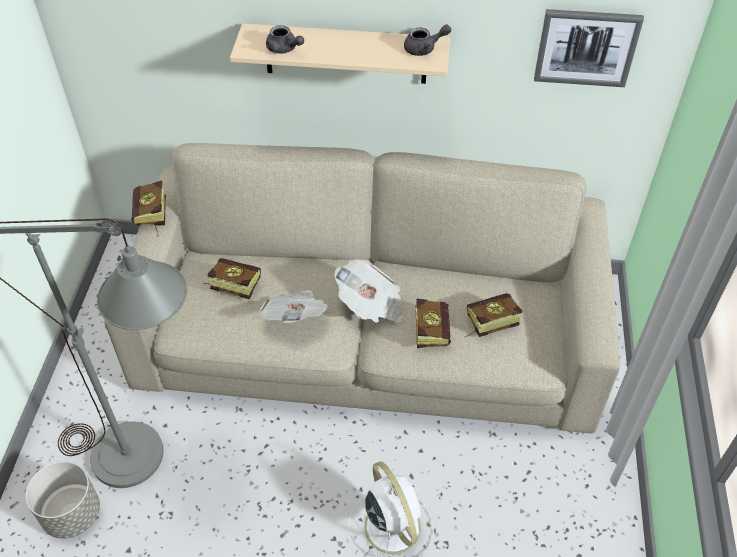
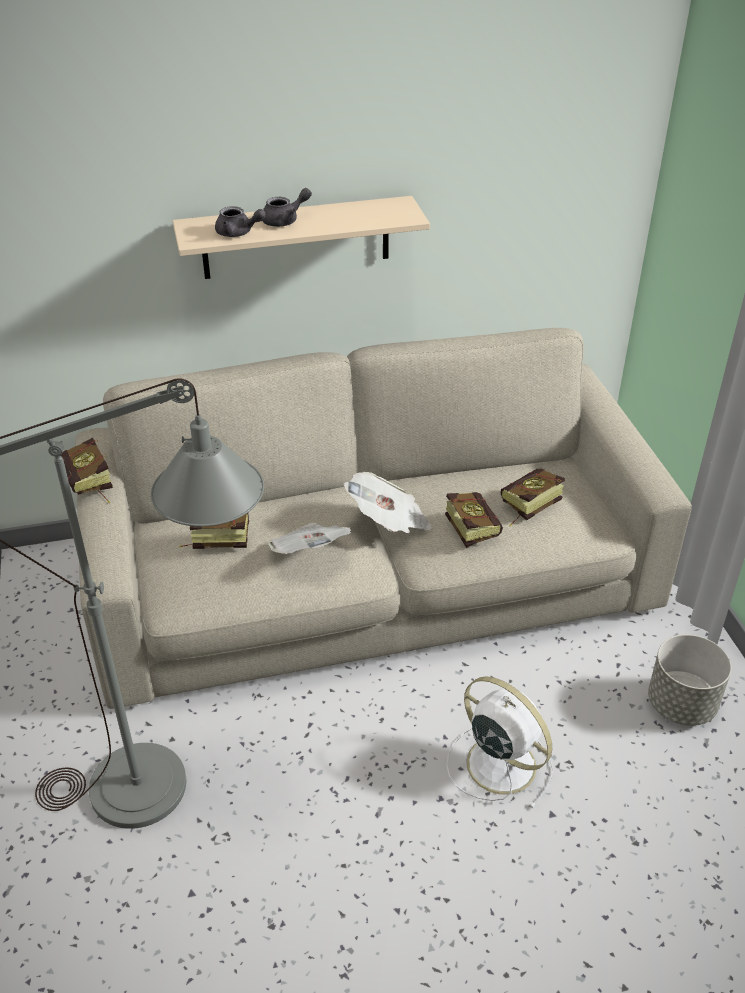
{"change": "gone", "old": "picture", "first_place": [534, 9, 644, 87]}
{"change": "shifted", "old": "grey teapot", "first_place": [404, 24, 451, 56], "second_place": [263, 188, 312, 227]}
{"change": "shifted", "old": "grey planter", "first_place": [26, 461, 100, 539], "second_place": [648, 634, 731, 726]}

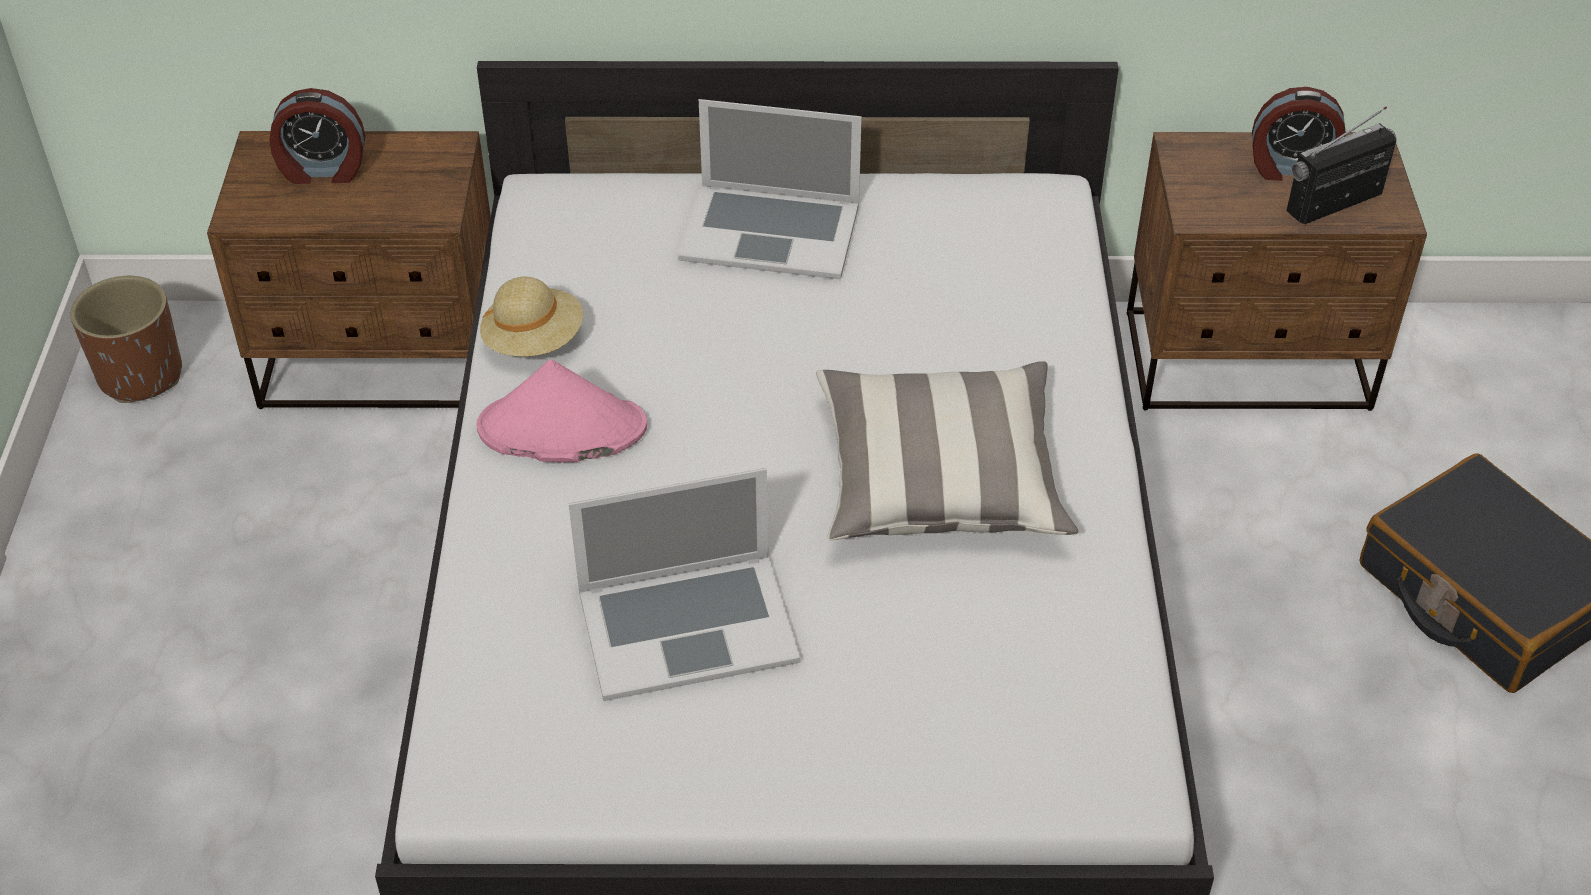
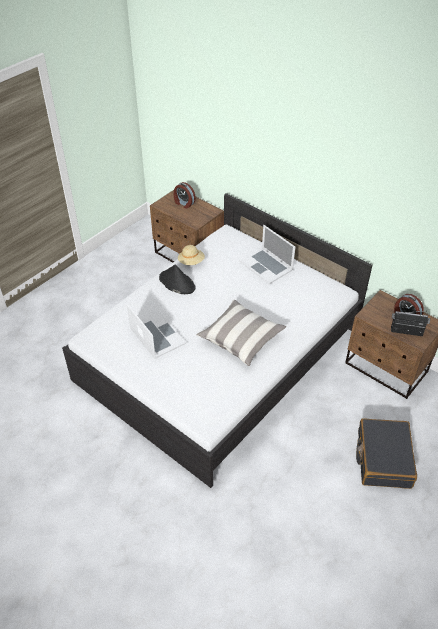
{"change": "gone", "old": "brown planter", "first_place": [70, 276, 182, 403]}
{"change": "repainted", "old": "pink hat", "new": "black hat", "first_place": [476, 360, 647, 463], "second_place": [159, 265, 196, 294]}
{"change": "rotated", "old": "laptop", "first_place": [568, 468, 801, 701], "second_place": [127, 304, 186, 359], "degrees": -150}

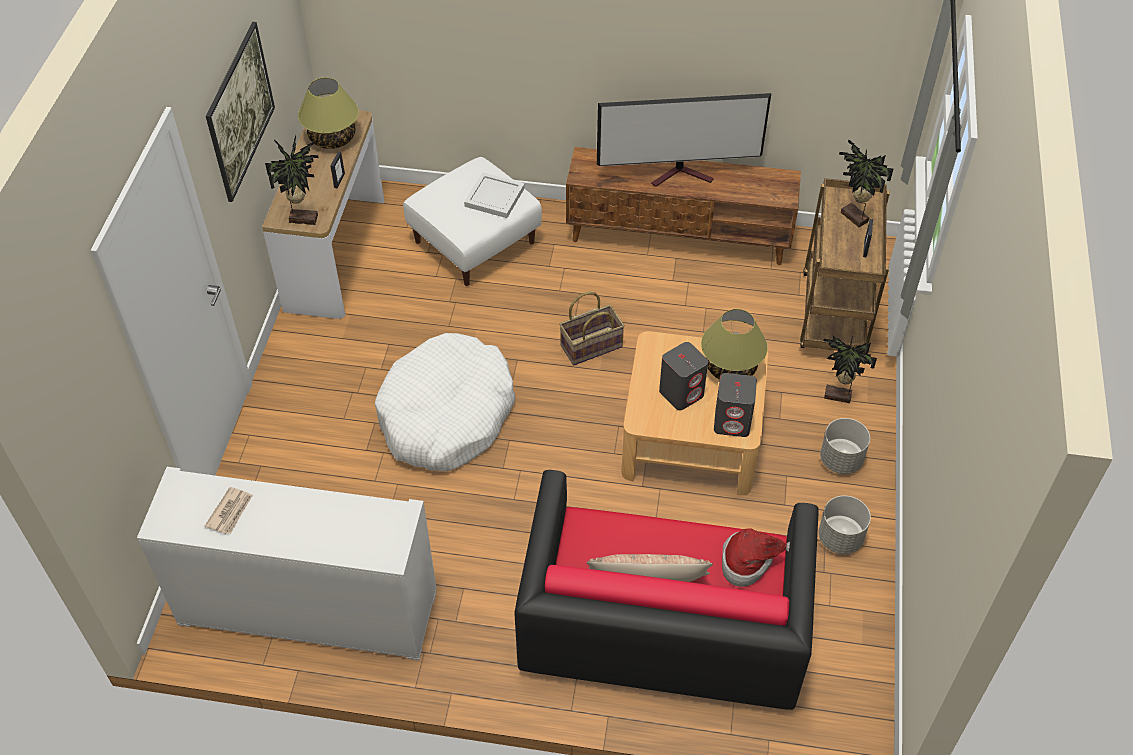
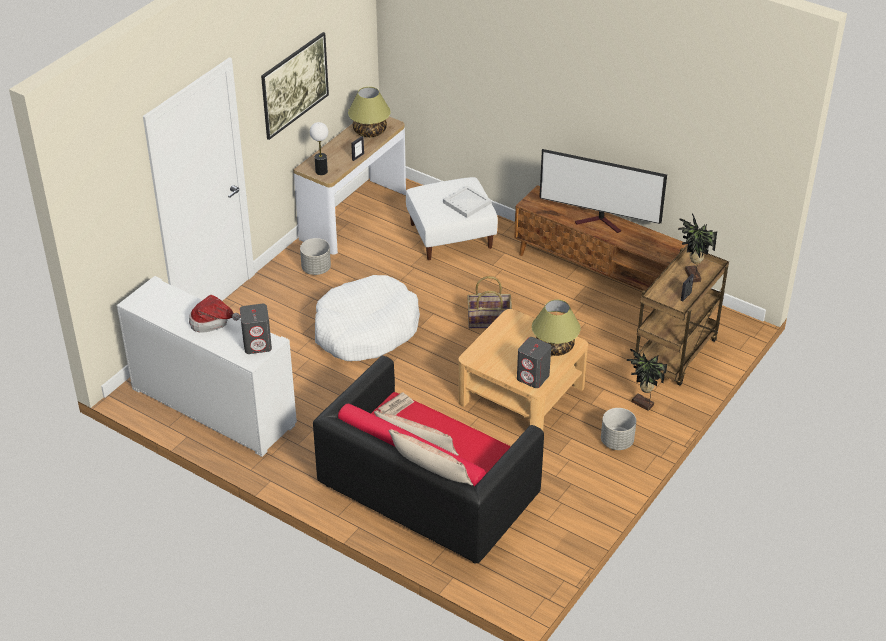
{"change": "swapped", "old": "potted plant", "new": "table lamp", "first_place": [265, 135, 319, 225], "second_place": [310, 122, 328, 175]}
{"change": "shifted", "old": "grey speaker", "first_place": [659, 342, 708, 410], "second_place": [240, 304, 272, 354]}
{"change": "shifted", "old": "newspaper", "first_place": [204, 487, 253, 534], "second_place": [378, 392, 414, 415]}
{"change": "shifted", "old": "grey planter", "first_place": [819, 496, 871, 554], "second_place": [300, 238, 331, 275]}
{"change": "shifted", "old": "hat", "first_place": [722, 529, 790, 587], "second_place": [189, 295, 240, 333]}
{"change": "new", "new": "pillow", "second_place": [388, 429, 473, 485]}

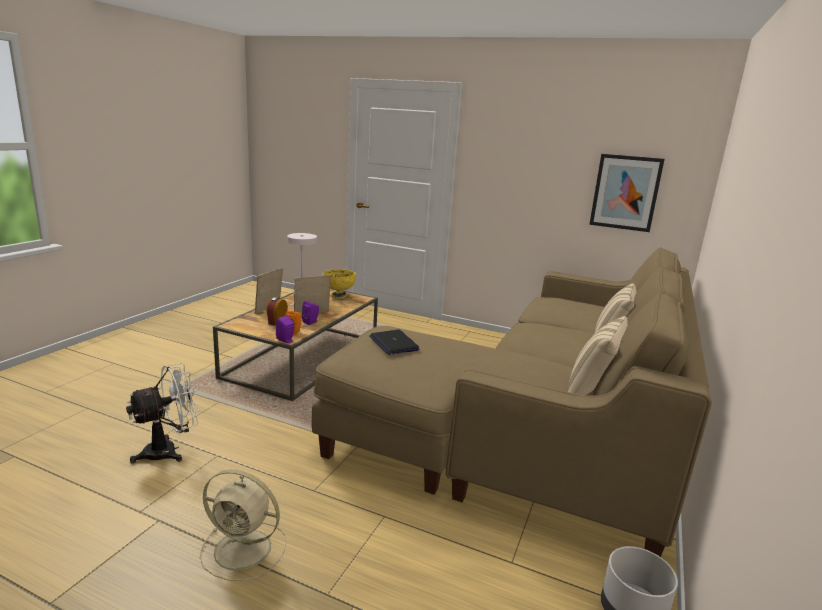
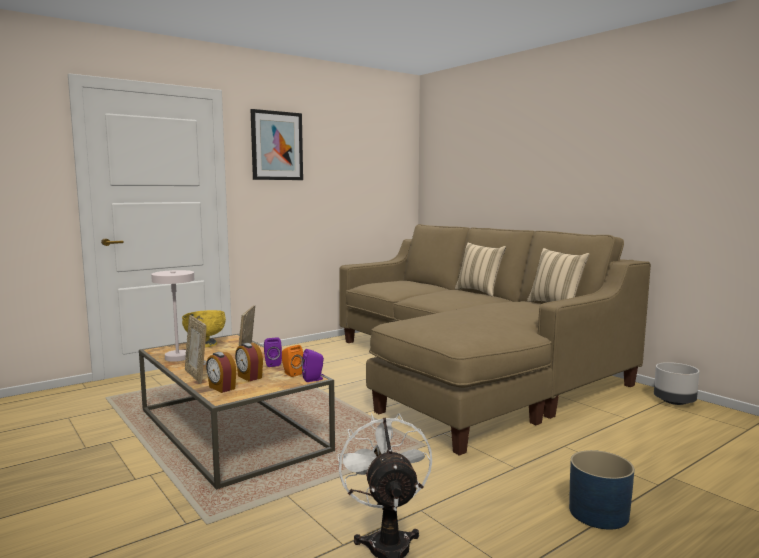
{"change": "shifted", "old": "picture", "first_place": [589, 154, 665, 232], "second_place": [250, 109, 303, 180]}
{"change": "gone", "old": "laptop", "first_place": [369, 330, 419, 355]}
{"change": "swapped", "old": "beige fan", "new": "blue planter", "first_place": [200, 470, 287, 581], "second_place": [569, 450, 634, 529]}
{"change": "new", "new": "alarm clock", "second_place": [206, 352, 236, 393]}

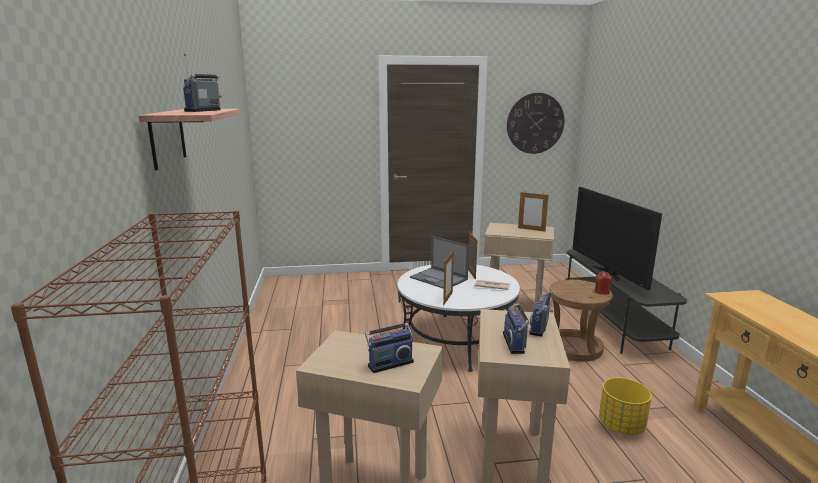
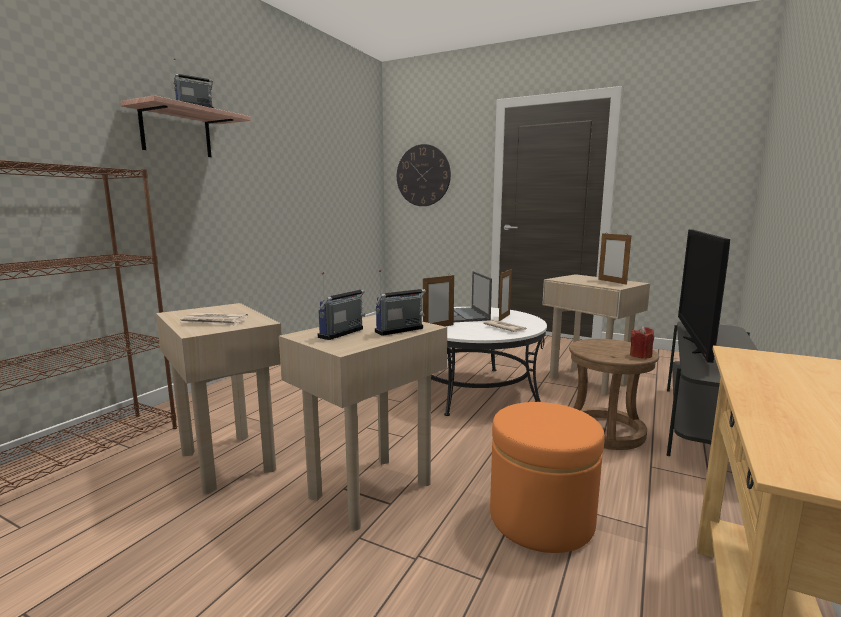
{"change": "shifted", "old": "wall clock", "first_place": [507, 93, 564, 154], "second_place": [397, 144, 451, 206]}
{"change": "swapped", "old": "radio", "new": "newspaper", "first_place": [365, 308, 414, 373], "second_place": [181, 312, 248, 326]}
{"change": "swapped", "old": "yellow planter", "new": "orange ottoman", "first_place": [599, 378, 652, 435], "second_place": [490, 402, 605, 553]}

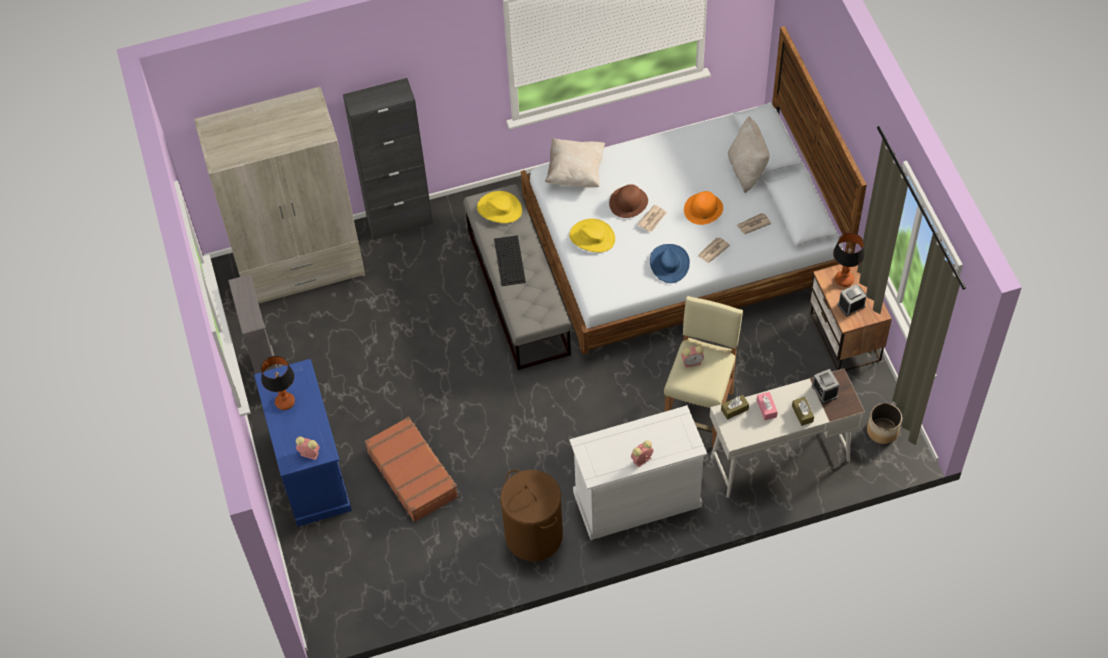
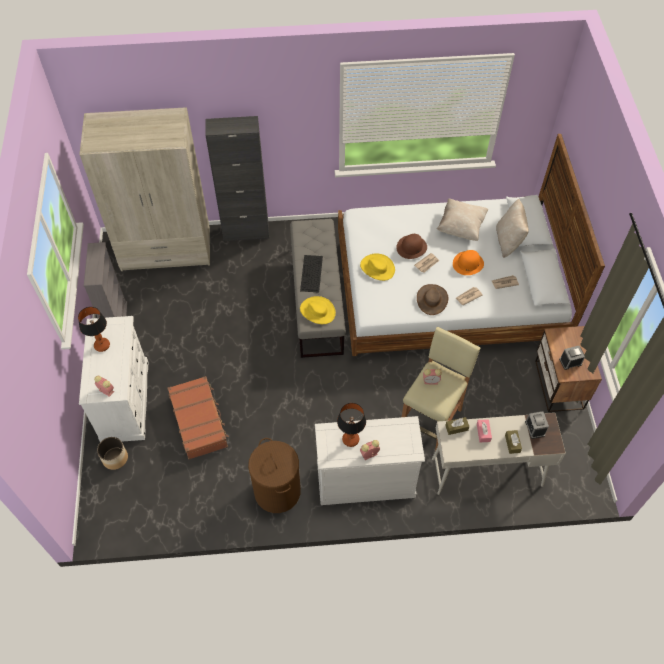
{"change": "shifted", "old": "beige pillow", "first_place": [545, 139, 605, 187], "second_place": [437, 198, 489, 241]}
{"change": "shifted", "old": "yellow hat", "first_place": [477, 191, 522, 223], "second_place": [300, 296, 336, 324]}
{"change": "shifted", "old": "table lamp", "first_place": [833, 233, 865, 287], "second_place": [337, 403, 366, 447]}
{"change": "repainted", "old": "blue hat", "new": "brown hat", "first_place": [650, 244, 690, 283], "second_place": [417, 284, 448, 315]}
{"change": "repainted", "old": "blue dresser", "new": "white dresser", "first_place": [254, 359, 352, 527], "second_place": [79, 316, 148, 442]}
{"change": "shifted", "old": "planter", "first_place": [867, 403, 902, 444], "second_place": [97, 437, 128, 470]}

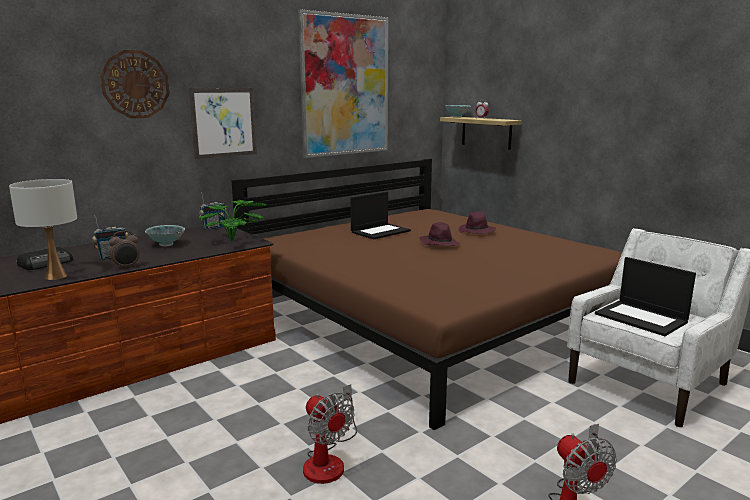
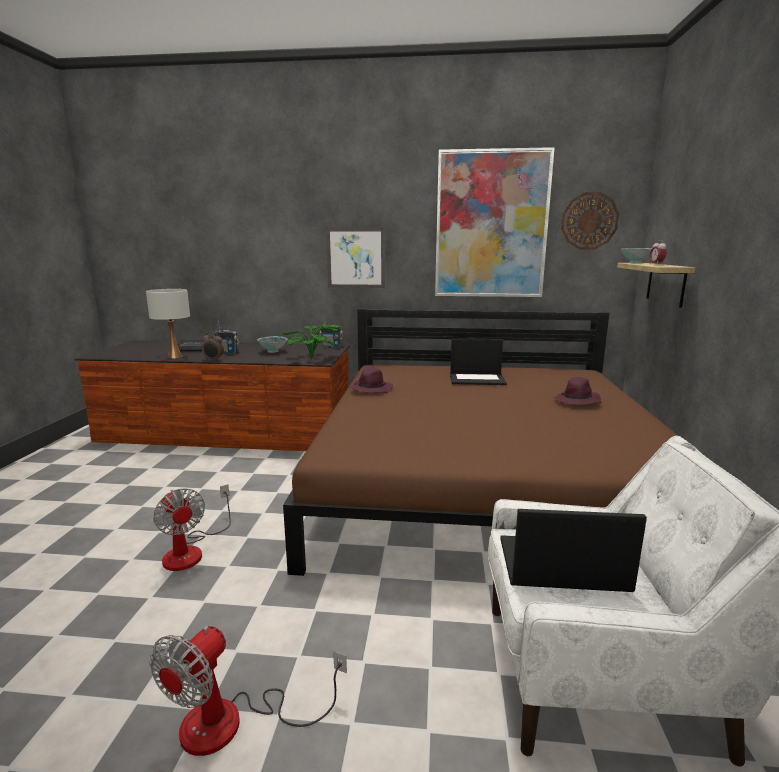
{"change": "shifted", "old": "wall clock", "first_place": [100, 50, 170, 119], "second_place": [561, 192, 619, 250]}
{"change": "shifted", "old": "purple hat", "first_place": [420, 222, 460, 246], "second_place": [350, 367, 393, 393]}
{"change": "rotated", "old": "laptop", "first_place": [595, 257, 696, 336], "second_place": [500, 509, 647, 592], "degrees": 90}
{"change": "rotated", "old": "fan", "first_place": [303, 384, 357, 484], "second_place": [153, 484, 231, 571], "degrees": -45}

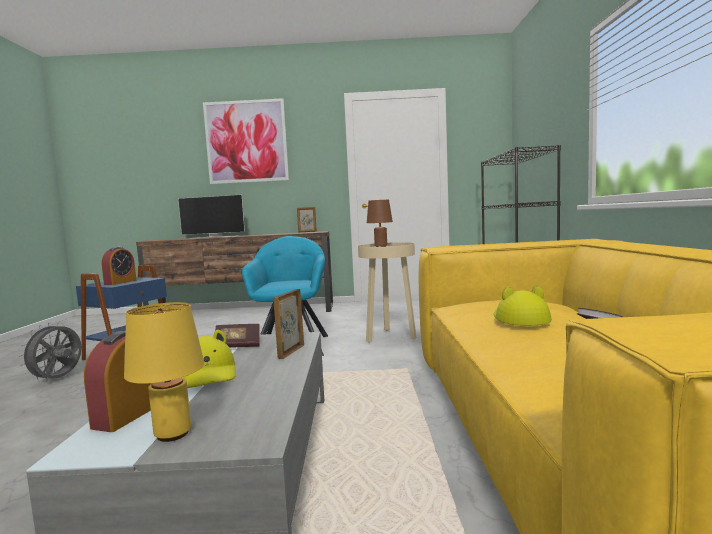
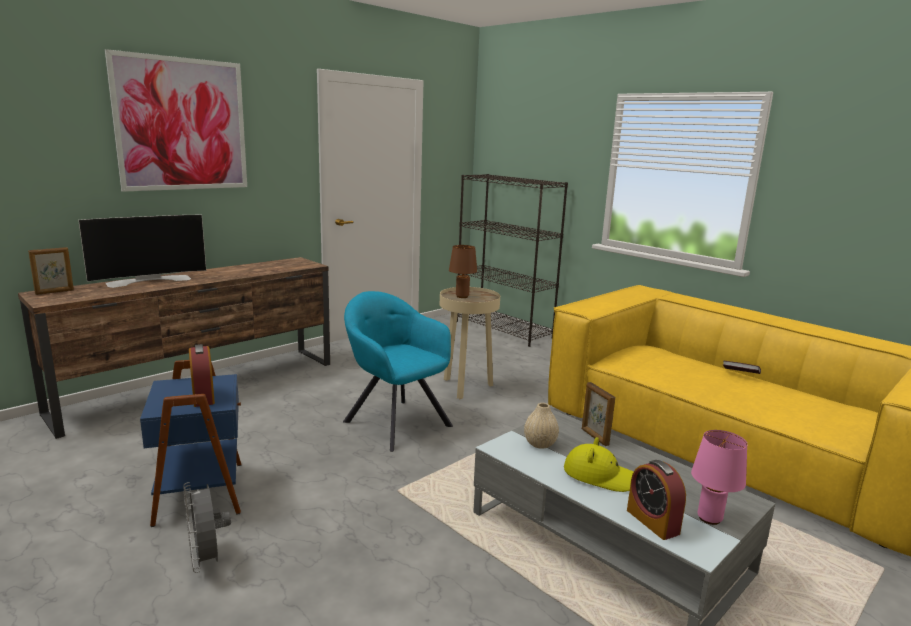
{"change": "shifted", "old": "picture frame", "first_place": [297, 207, 316, 232], "second_place": [28, 247, 74, 295]}
{"change": "gone", "old": "yellow hat", "first_place": [494, 285, 552, 326]}
{"change": "repainted", "old": "yellow table lamp", "new": "pink table lamp", "first_place": [124, 302, 204, 442], "second_place": [691, 430, 748, 525]}
{"change": "swapped", "old": "book", "new": "beige vase", "first_place": [215, 324, 260, 348], "second_place": [524, 403, 559, 449]}

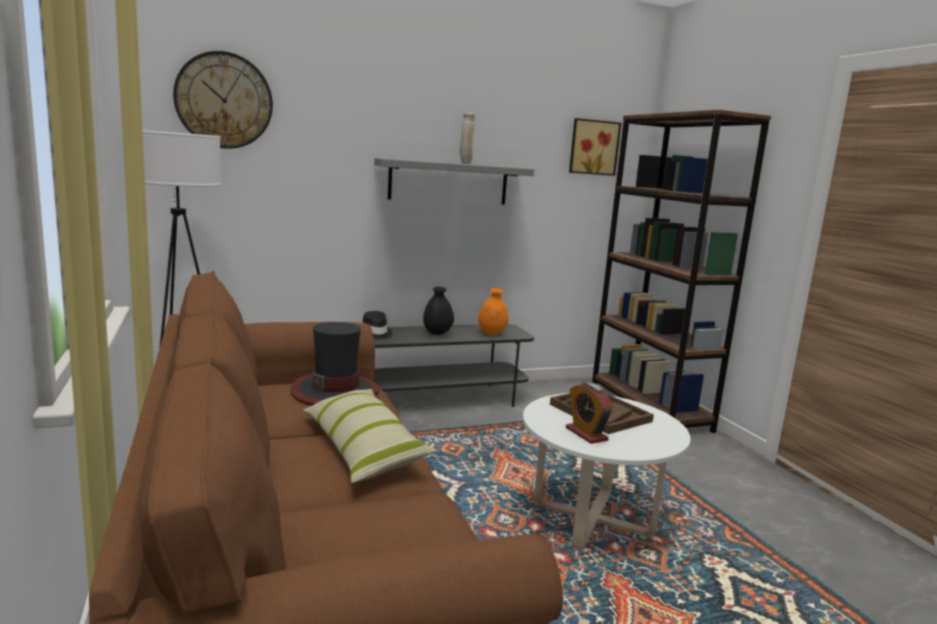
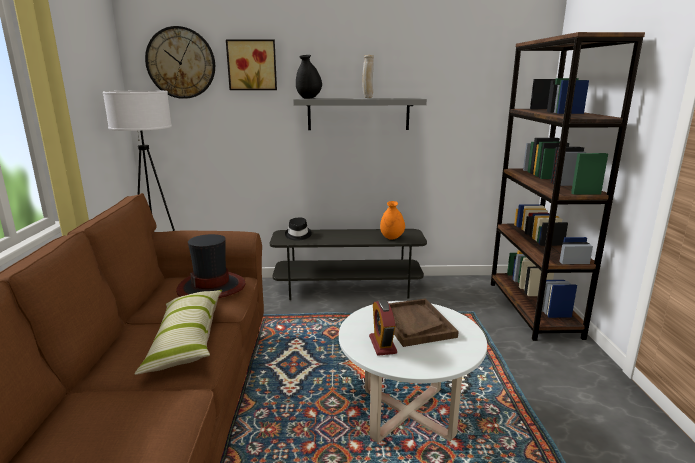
{"change": "shifted", "old": "picture", "first_place": [569, 118, 621, 176], "second_place": [226, 39, 277, 90]}
{"change": "shifted", "old": "black vase", "first_place": [423, 287, 454, 335], "second_place": [296, 55, 322, 99]}

